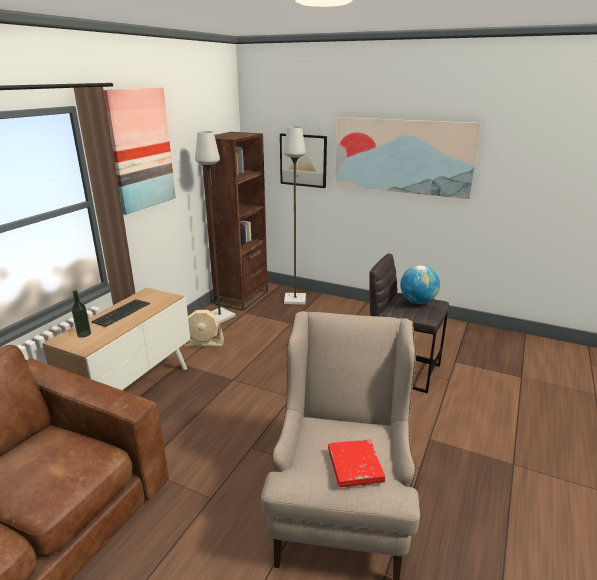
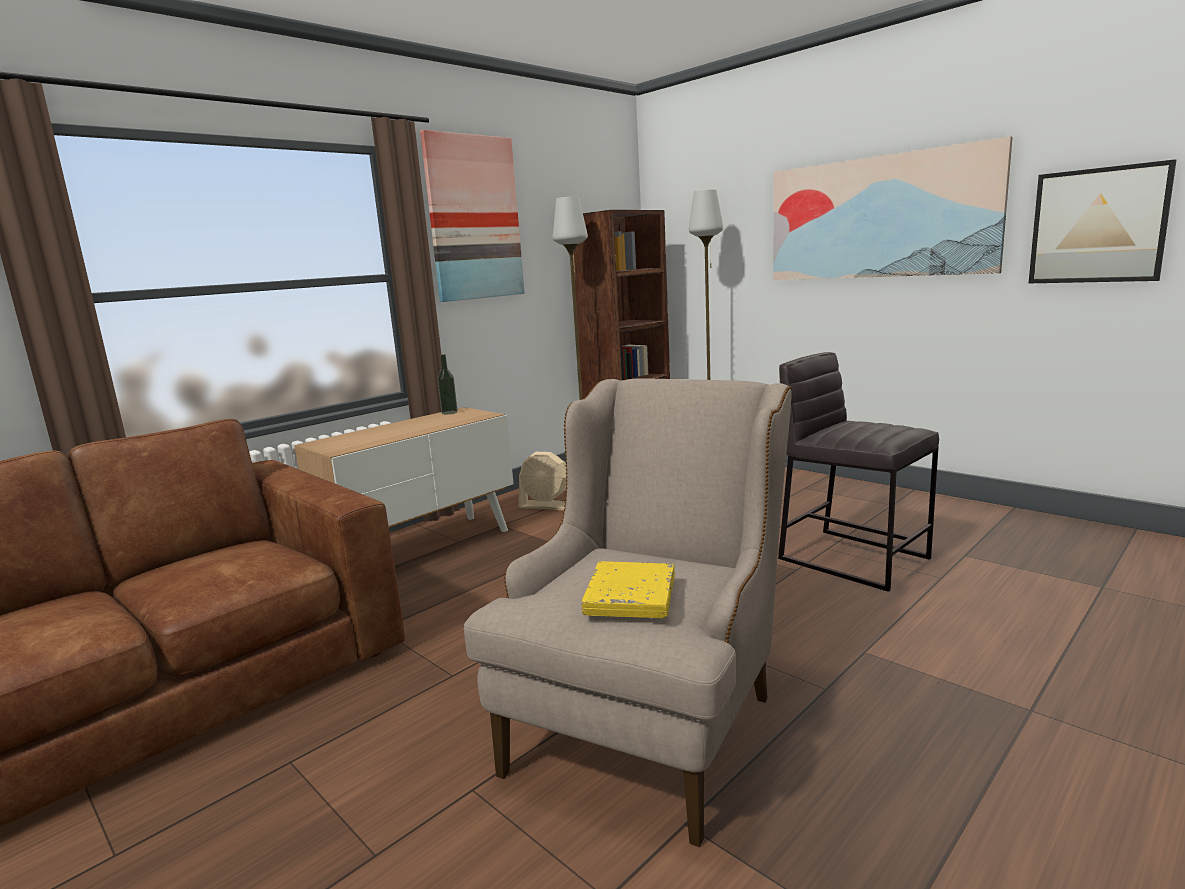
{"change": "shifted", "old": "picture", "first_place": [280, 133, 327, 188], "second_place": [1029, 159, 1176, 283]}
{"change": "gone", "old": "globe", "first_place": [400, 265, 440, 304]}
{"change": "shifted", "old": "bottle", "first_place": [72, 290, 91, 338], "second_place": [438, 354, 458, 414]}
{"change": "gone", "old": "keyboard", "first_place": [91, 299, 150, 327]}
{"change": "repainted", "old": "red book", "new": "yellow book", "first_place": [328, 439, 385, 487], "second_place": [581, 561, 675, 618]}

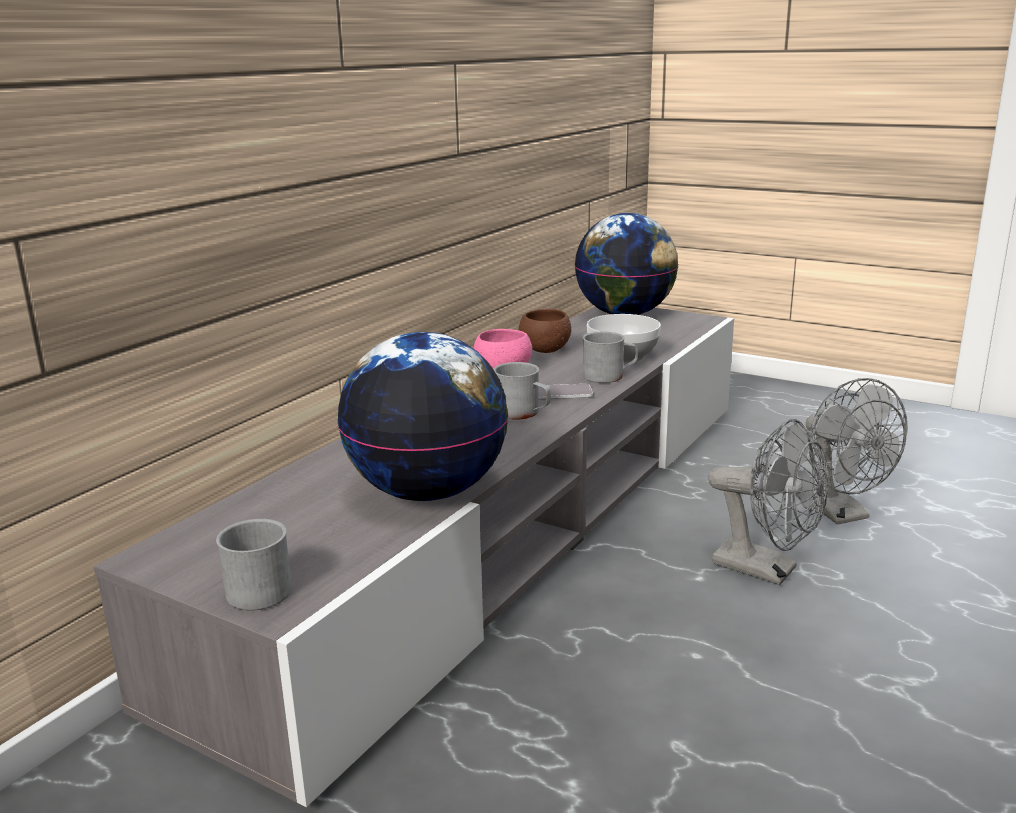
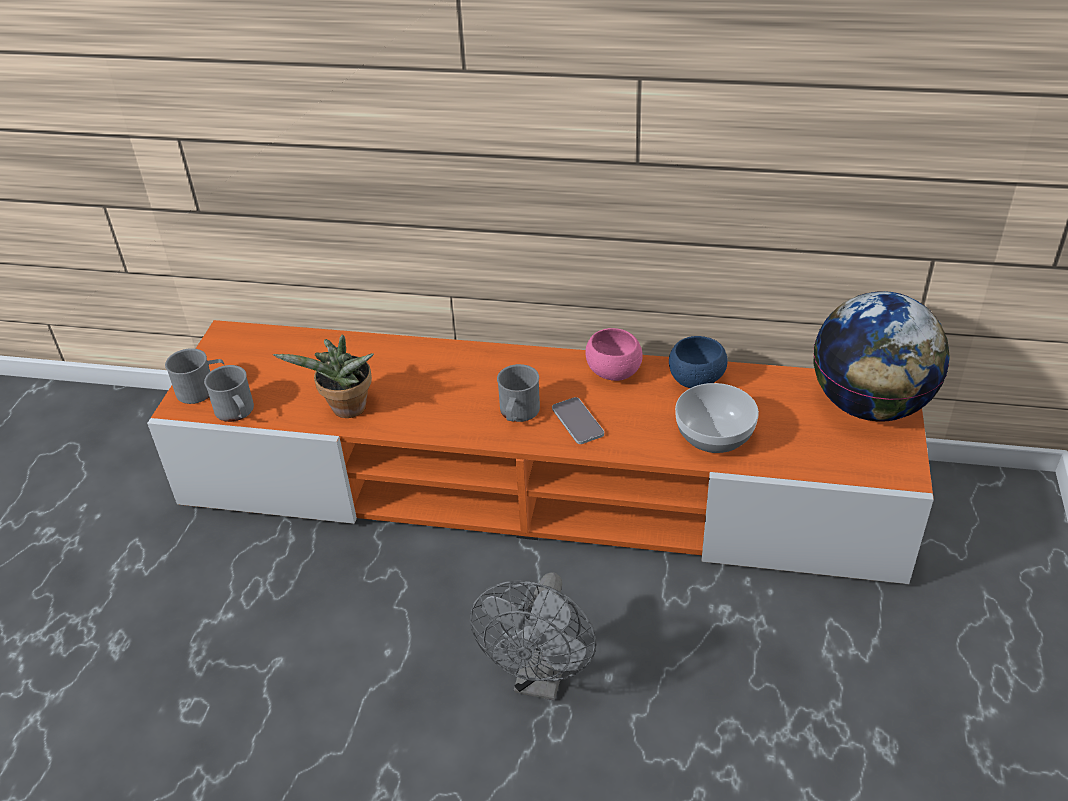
{"change": "repainted", "old": "grey tv stand", "new": "orange tv stand", "first_place": [93, 307, 734, 807], "second_place": [147, 320, 934, 584]}
{"change": "repainted", "old": "brown bowl", "new": "blue bowl", "first_place": [519, 309, 571, 353], "second_place": [669, 336, 728, 388]}
{"change": "shifted", "old": "grey mug", "first_place": [582, 331, 638, 383], "second_place": [204, 365, 254, 422]}
{"change": "swapped", "old": "globe", "new": "potted plant", "first_place": [337, 332, 509, 501], "second_place": [273, 335, 374, 418]}
{"change": "gone", "old": "grey fan", "first_place": [806, 378, 908, 525]}

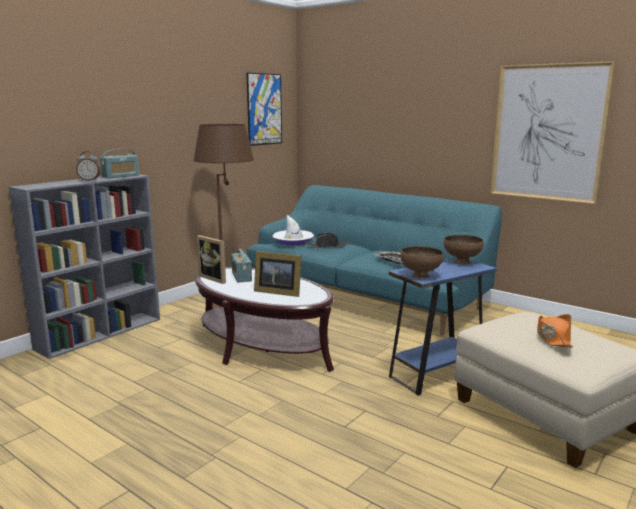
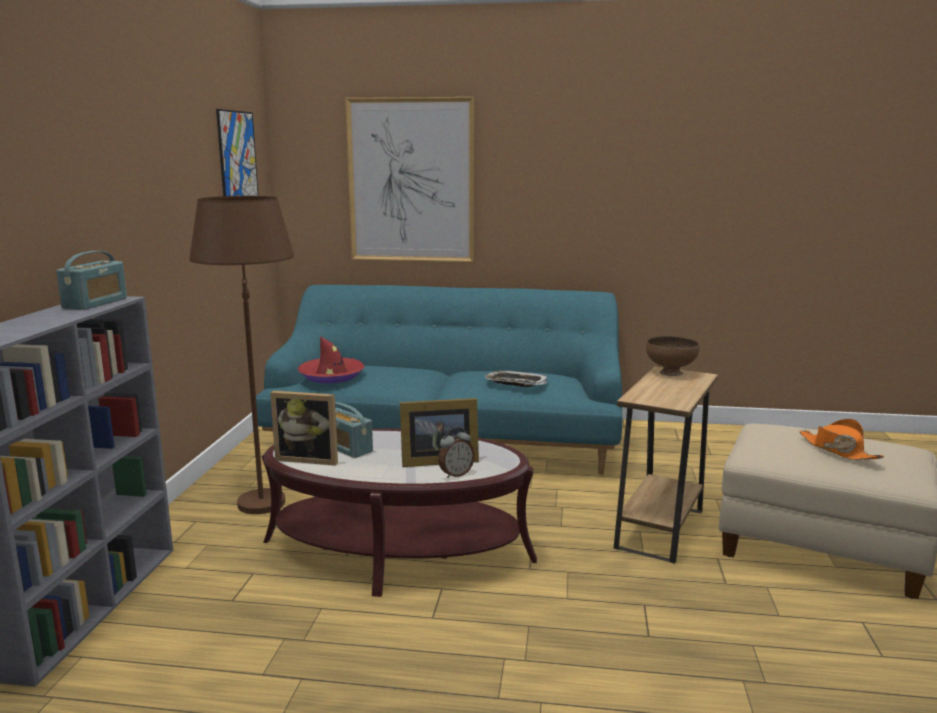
{"change": "shifted", "old": "picture", "first_place": [490, 61, 615, 204], "second_place": [345, 97, 474, 262]}
{"change": "shifted", "old": "alarm clock", "first_place": [76, 151, 100, 181], "second_place": [438, 427, 475, 478]}
{"change": "repainted", "old": "white hat", "new": "red hat", "first_place": [272, 215, 314, 245], "second_place": [297, 336, 365, 383]}
{"change": "gone", "old": "black hat", "first_place": [306, 233, 349, 248]}
{"change": "gone", "old": "brown bowl", "first_place": [400, 246, 443, 279]}
{"change": "repainted", "old": "blue side table", "new": "brown side table", "first_place": [388, 258, 497, 396], "second_place": [614, 366, 718, 564]}

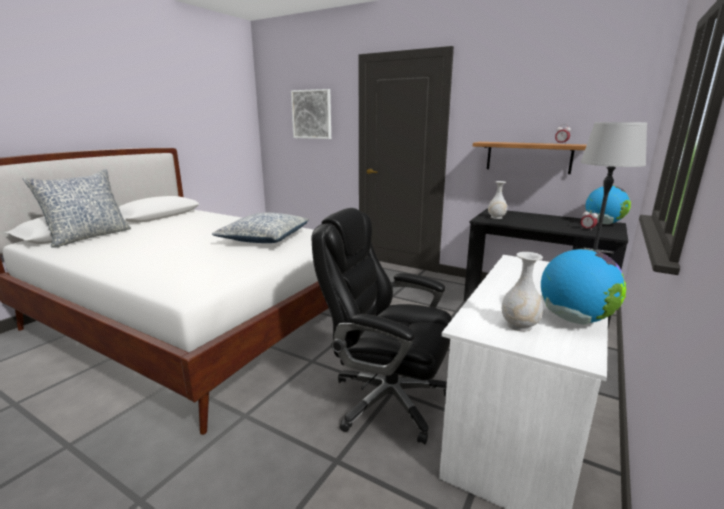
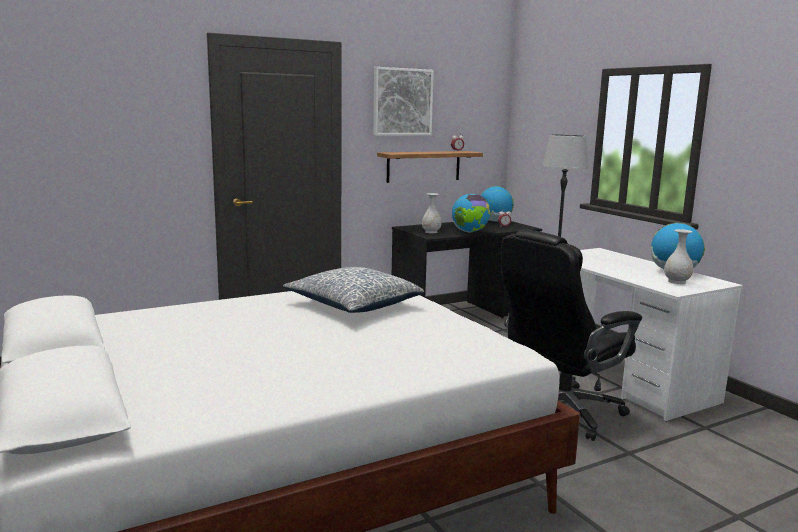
{"change": "shifted", "old": "picture", "first_place": [291, 89, 331, 139], "second_place": [373, 67, 434, 136]}
{"change": "gone", "old": "pillow", "first_place": [23, 169, 131, 248]}
{"change": "new", "new": "globe", "second_place": [452, 194, 490, 232]}

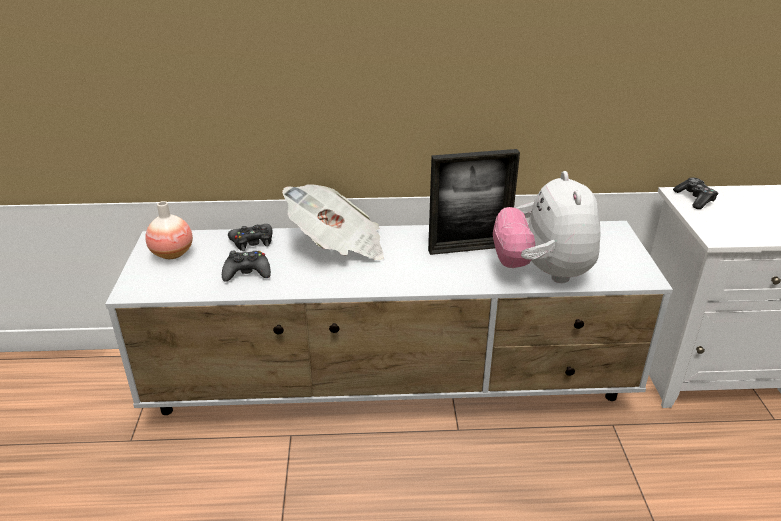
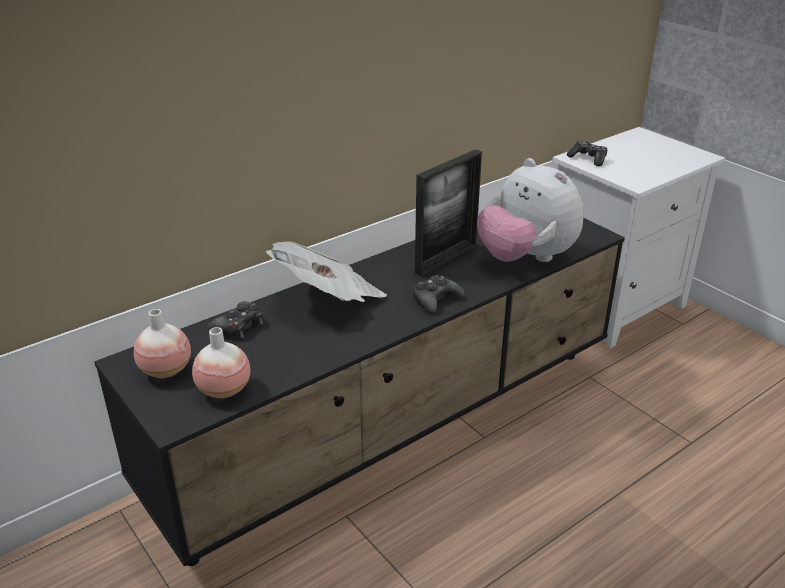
{"change": "repainted", "old": "white tv stand", "new": "black tv stand", "first_place": [105, 221, 673, 415], "second_place": [94, 218, 625, 567]}
{"change": "shifted", "old": "black game controller", "first_place": [222, 251, 271, 282], "second_place": [413, 275, 464, 313]}
{"change": "new", "new": "vase", "second_place": [192, 327, 250, 398]}

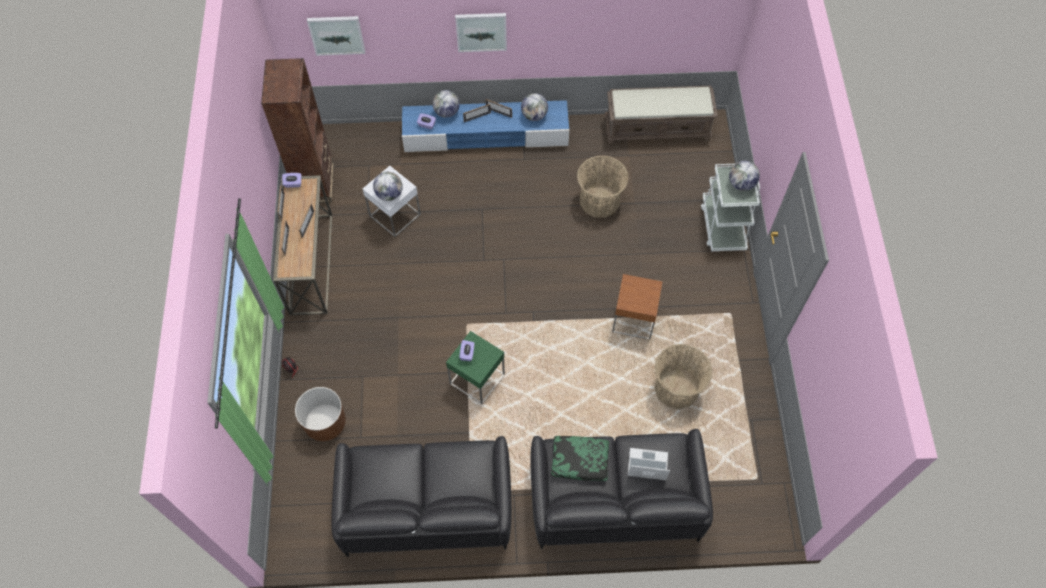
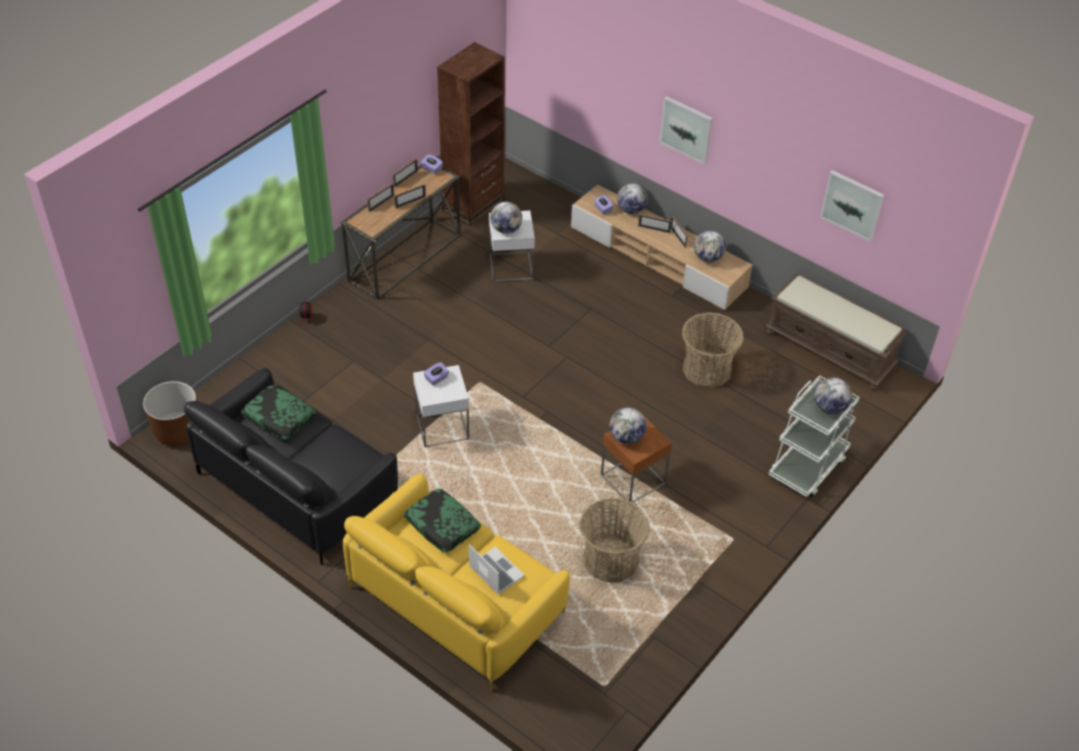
{"change": "shifted", "old": "picture", "first_place": [307, 16, 365, 56], "second_place": [820, 170, 884, 242]}
{"change": "repainted", "old": "blue tv stand", "new": "beige tv stand", "first_place": [402, 100, 569, 152], "second_place": [571, 184, 753, 310]}
{"change": "repainted", "old": "green side table", "new": "white side table", "first_place": [446, 331, 505, 404], "second_place": [413, 365, 469, 447]}
{"change": "shifted", "old": "brown planter", "first_place": [295, 387, 346, 441], "second_place": [143, 381, 197, 446]}
{"change": "repainted", "old": "black sofa", "new": "yellow sofa", "first_place": [530, 429, 713, 550], "second_place": [343, 473, 570, 691]}
{"change": "new", "new": "pillow", "second_place": [241, 385, 316, 440]}
{"change": "new", "new": "globe", "second_place": [610, 407, 647, 444]}

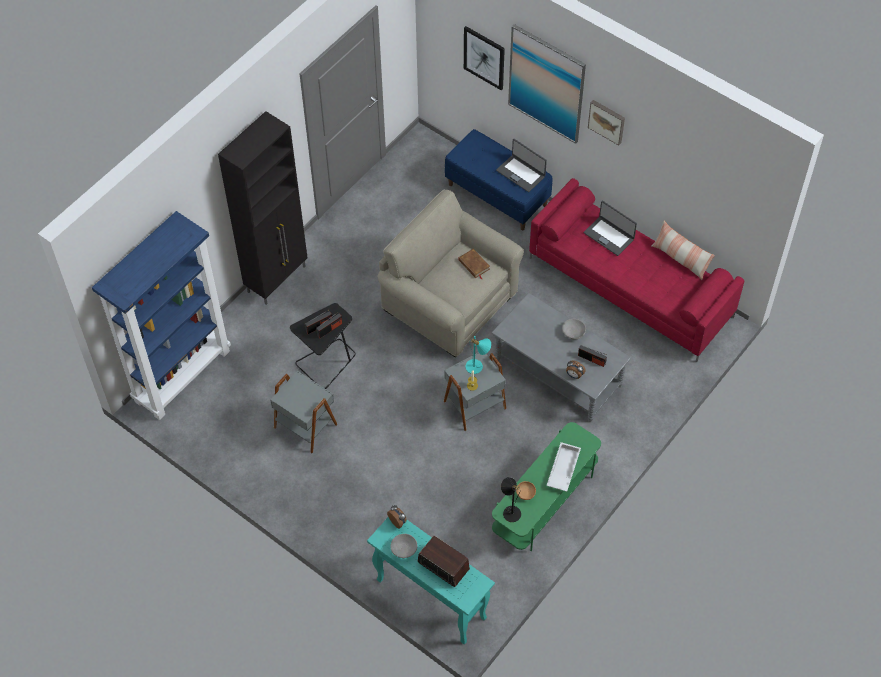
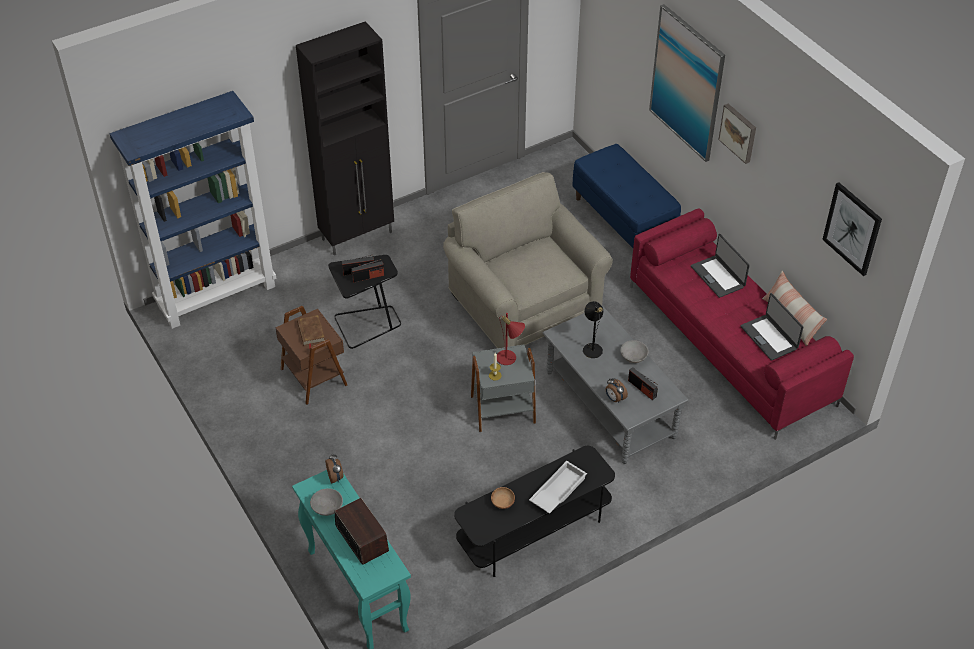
{"change": "shifted", "old": "picture", "first_place": [464, 26, 505, 90], "second_place": [822, 182, 882, 276]}
{"change": "shifted", "old": "laptop", "first_place": [496, 139, 547, 192], "second_place": [740, 293, 803, 361]}
{"change": "shifted", "old": "brown book", "first_place": [458, 249, 490, 280], "second_place": [297, 314, 325, 349]}
{"change": "repainted", "old": "turquoise table lamp", "new": "red table lamp", "first_place": [466, 336, 491, 374], "second_place": [497, 313, 525, 365]}
{"change": "repainted", "old": "grey side table", "new": "brown side table", "first_place": [271, 371, 338, 453], "second_place": [275, 306, 348, 405]}
{"change": "repainted", "old": "green tv stand", "new": "black tv stand", "first_place": [492, 422, 601, 551], "second_place": [454, 446, 615, 577]}
{"change": "shifted", "old": "black table lamp", "first_place": [501, 477, 521, 522], "second_place": [583, 301, 604, 358]}

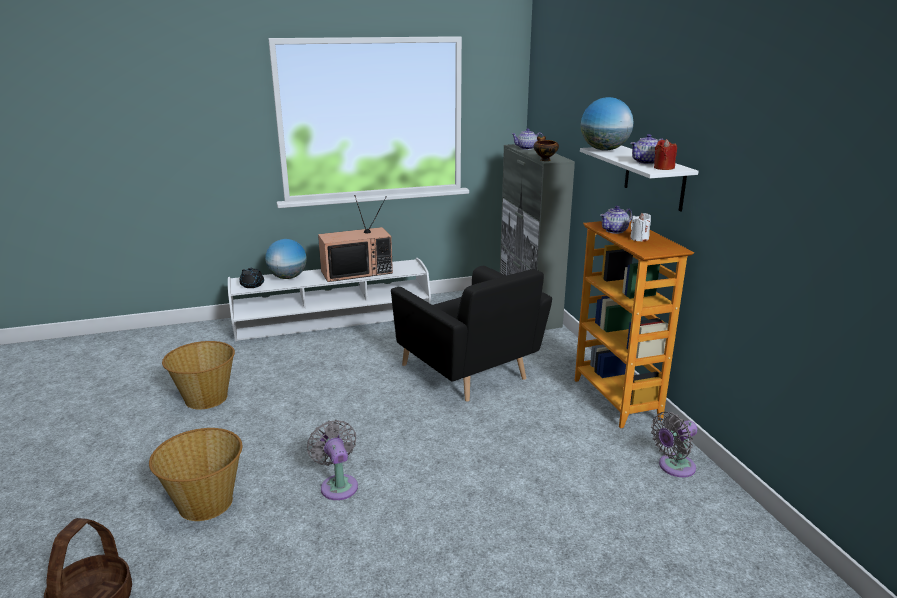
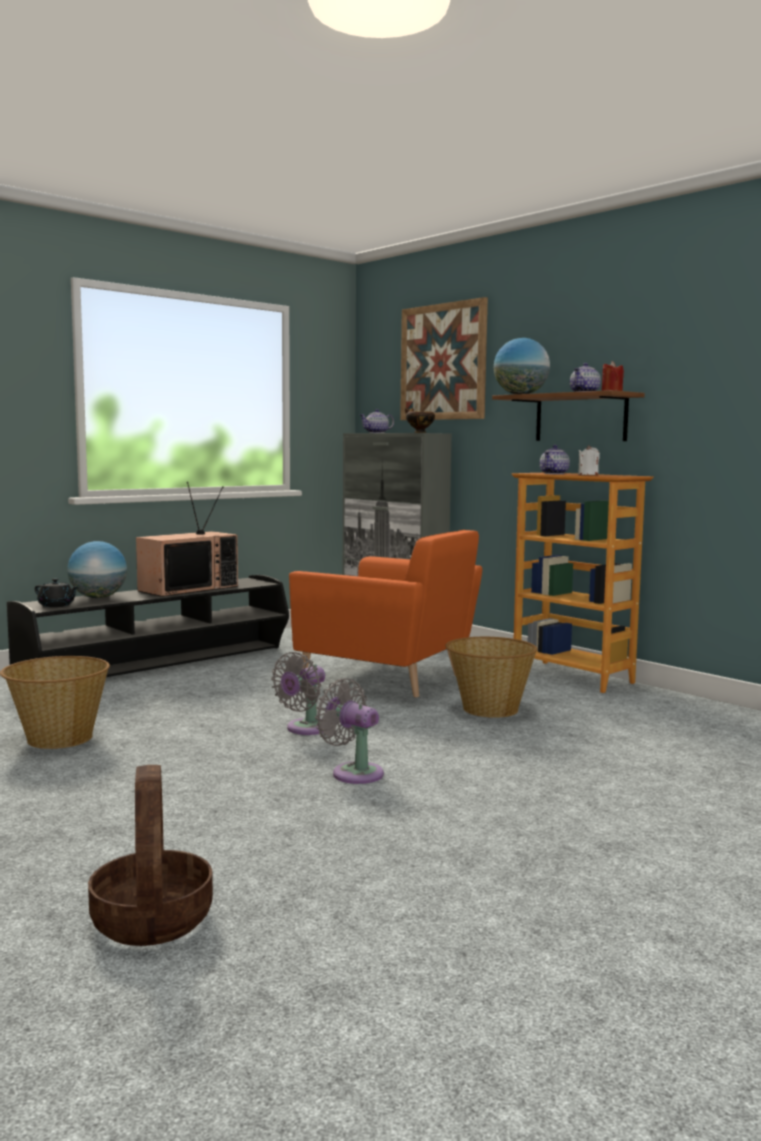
{"change": "repainted", "old": "white shelf", "new": "brown shelf", "first_place": [580, 146, 699, 212], "second_place": [492, 390, 645, 441]}
{"change": "repainted", "old": "white tv stand", "new": "black tv stand", "first_place": [228, 258, 431, 342], "second_place": [7, 575, 289, 677]}
{"change": "repainted", "old": "black armchair", "new": "orange armchair", "first_place": [391, 266, 552, 402], "second_place": [289, 530, 482, 697]}
{"change": "shifted", "old": "grey fan", "first_place": [651, 412, 698, 477], "second_place": [271, 652, 325, 735]}
{"change": "shifted", "old": "basket", "first_place": [149, 428, 242, 521], "second_place": [445, 637, 537, 718]}
{"change": "new", "new": "picture", "second_place": [400, 297, 488, 420]}

